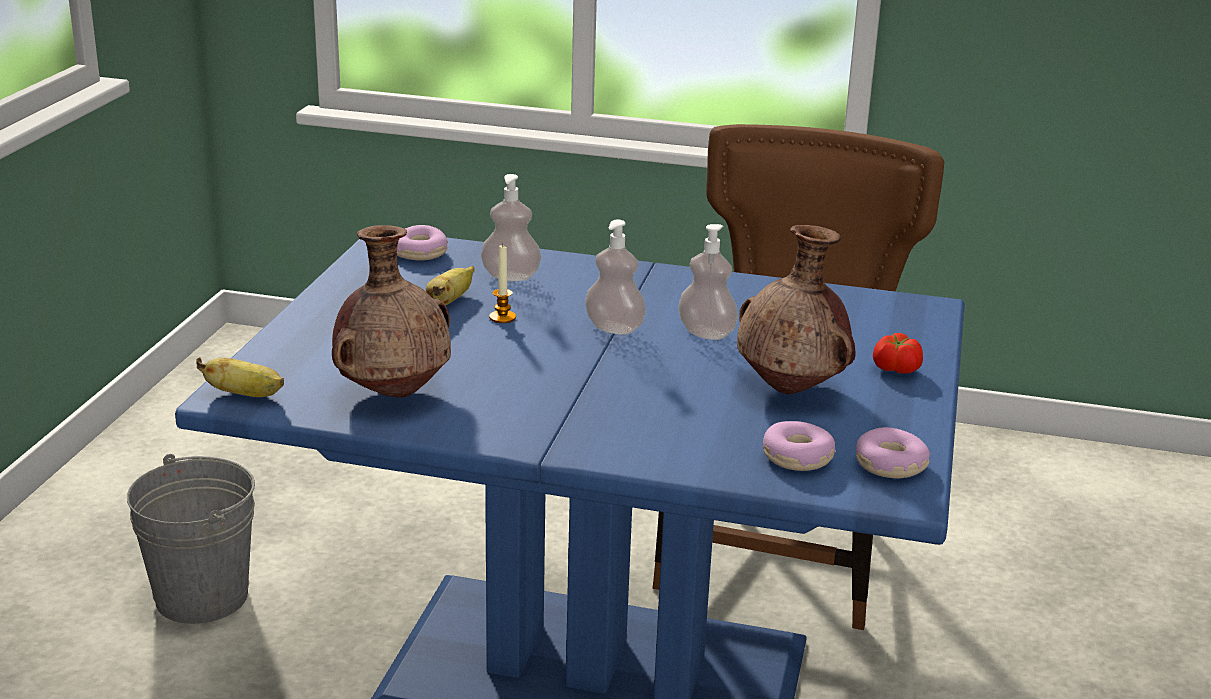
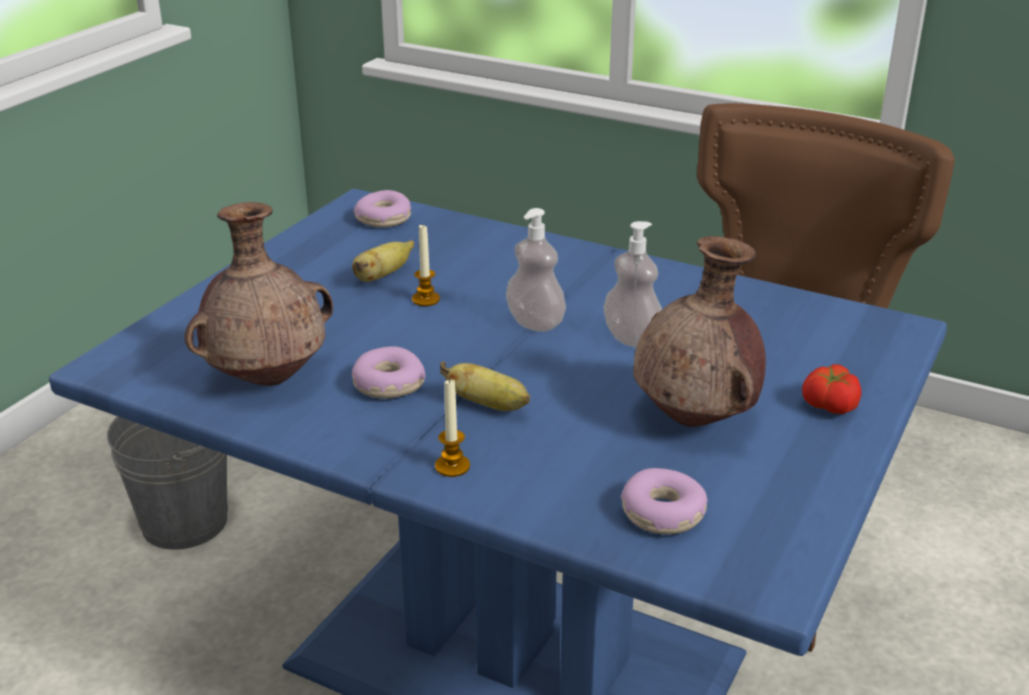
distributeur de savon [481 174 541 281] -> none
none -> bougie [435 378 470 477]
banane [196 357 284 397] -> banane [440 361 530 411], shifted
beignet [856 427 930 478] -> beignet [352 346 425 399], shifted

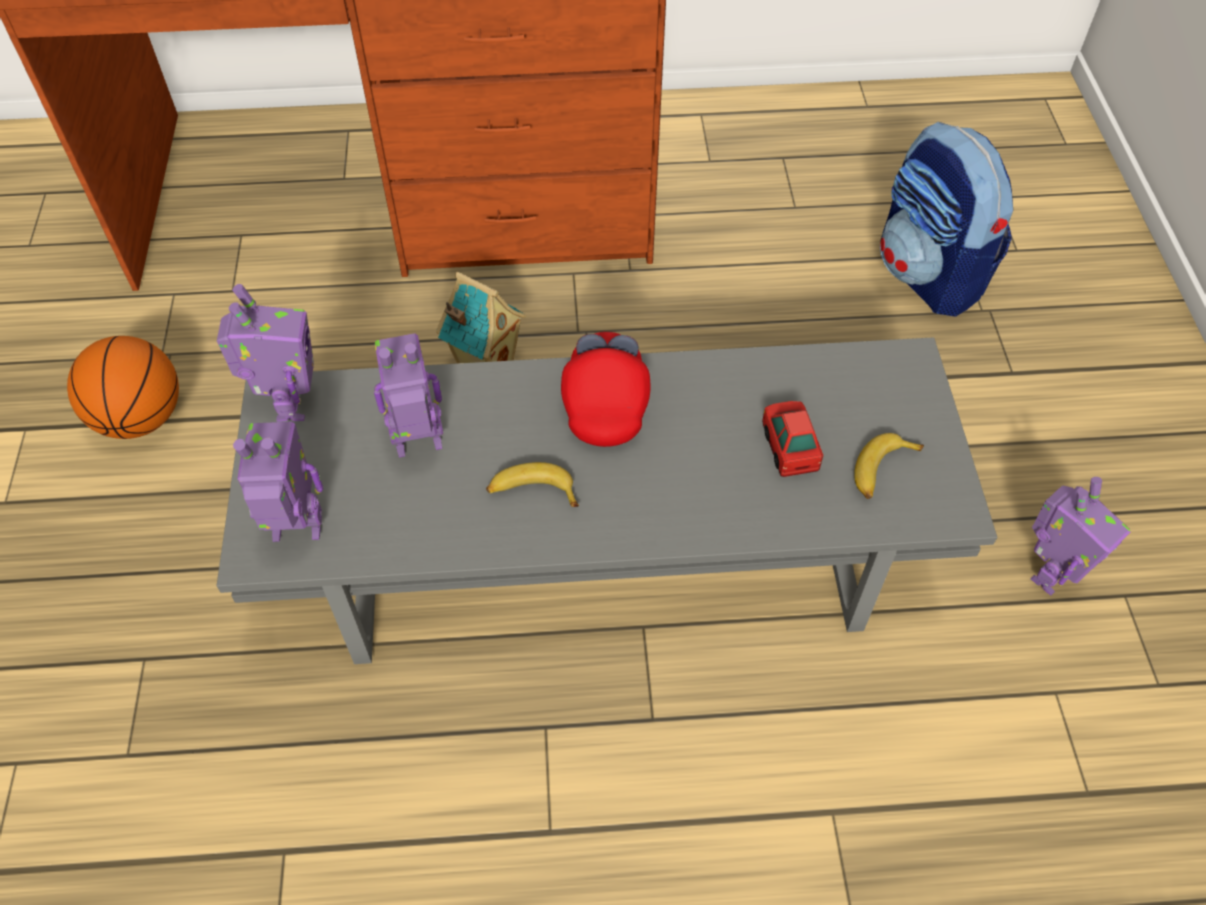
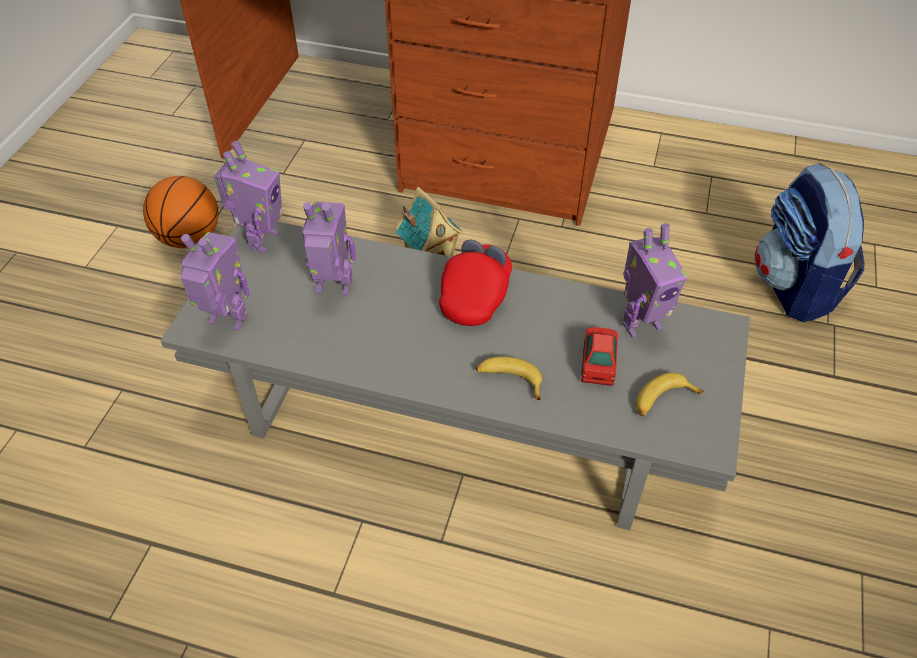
banane [486 462 579 507] -> banane [476 357 543 400], shifted
robot jouet [1031 477 1130 596] -> robot jouet [622 223 687 338], shifted

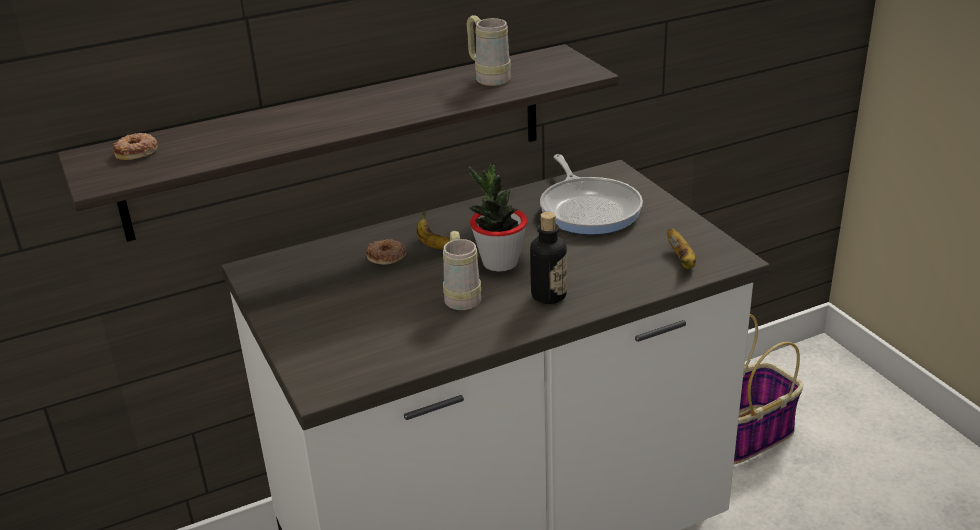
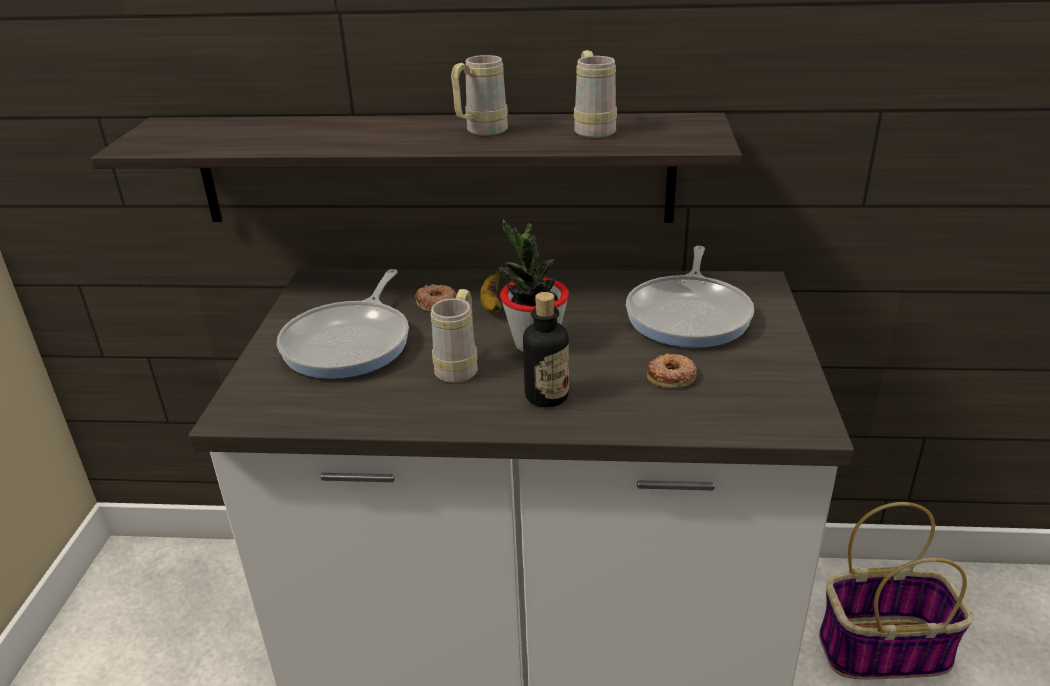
banane [667 228 696 269] -> none
none -> poêle [277 269 409 379]
none -> mug (beige) [451 55 508 136]
beignet [113 133 157 160] -> beignet [647 354 697 388], shifted

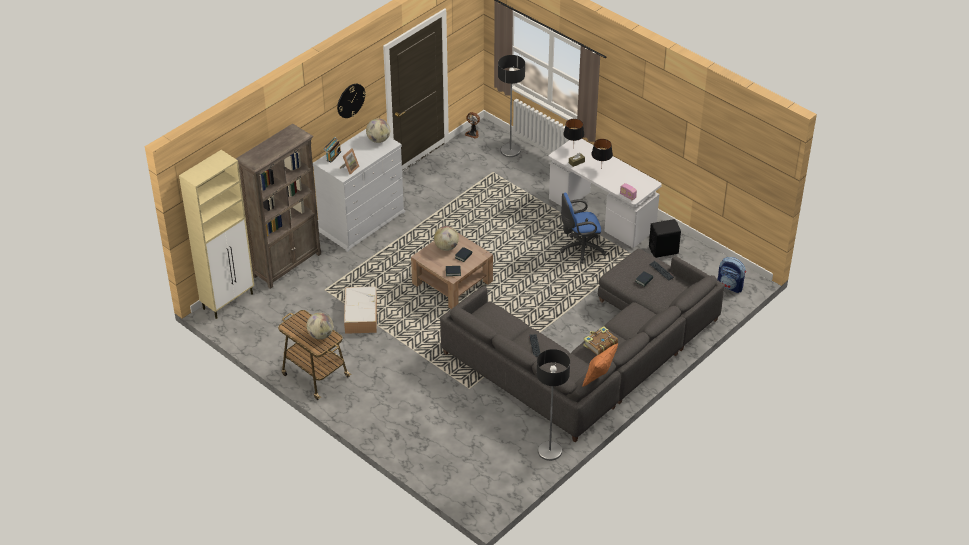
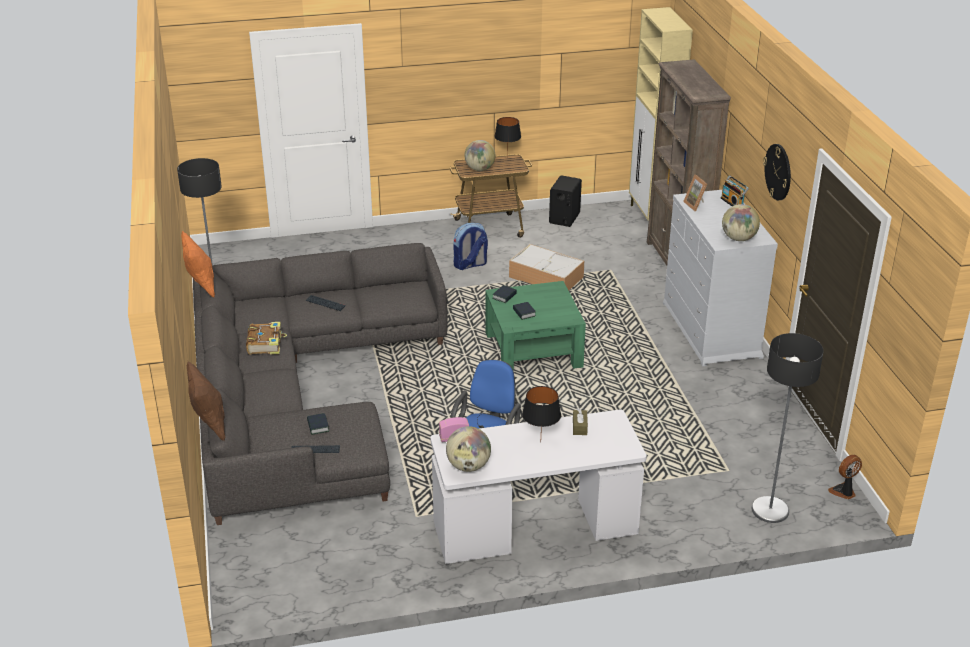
none -> coussin (marron) [187 361 225 441]
globe [434 226 459 251] -> globe [446 426 491 472], shifted
lampe de table (noir) [563 119 585 147] -> lampe de table (noir) [494 117 521 159], shifted
enceinte (noir) [649 219 681 258] -> enceinte (noir) [549 175 582 227], shifted
sac à dos [717 257 746 293] -> sac à dos [453 223 488 270], shifted
table basse (marron) [411 232 493 309] -> table basse (vert) [485 281 586 372]

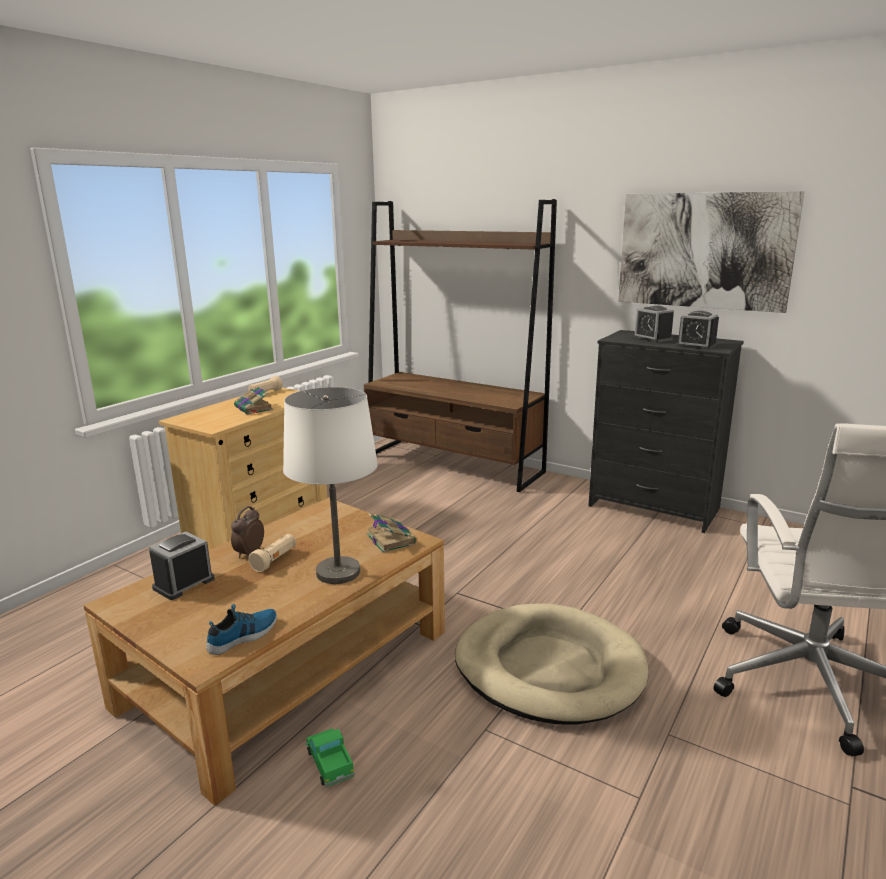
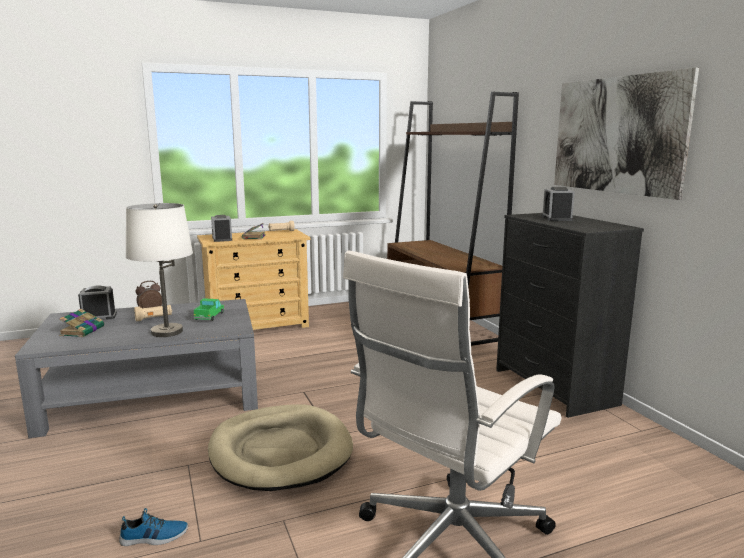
chaussure [206 604 277 655] -> chaussure [119 508 188 546], shifted
camion jouet [305 728 355 787] -> camion jouet [194 298 225 321], shifted
livre [367 513 416 553] -> livre [59 309 104 337], shifted
réveil [676 311 719 350] -> réveil [211 215 232 242], shifted
table basse (marron) [83 498 445 806] -> table basse (gris) [15 299 258 438]

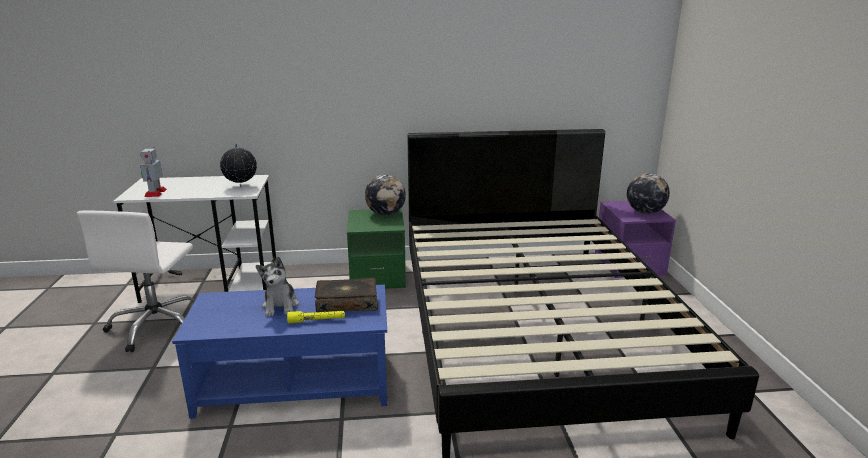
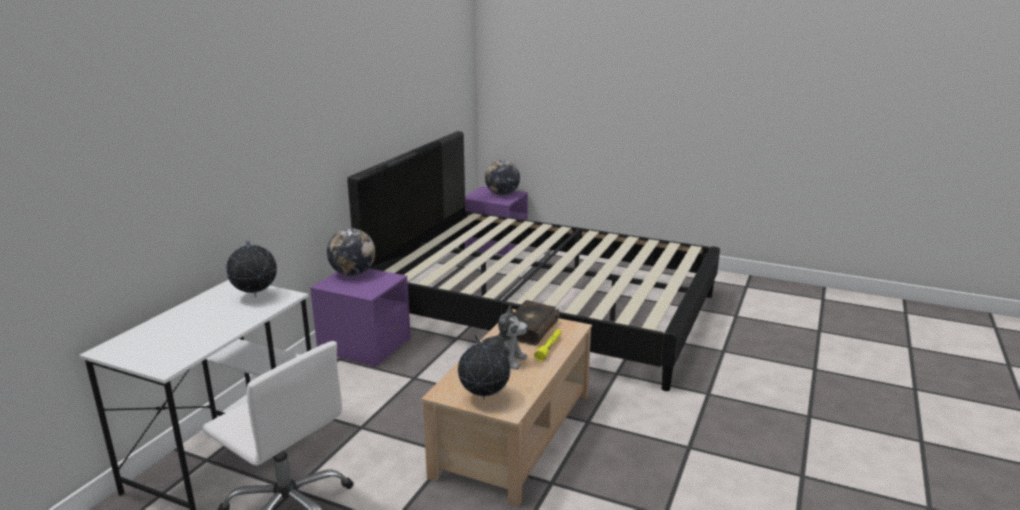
robot jouet [140 147 167 197] -> none
none -> globe [458 339 511 399]
table basse (bleu) [172 285 387 419] -> table basse (beige) [421 309 592 507]
table de chevet (vert) [347 208 406 289] -> table de chevet (violet) [310 268 411 367]

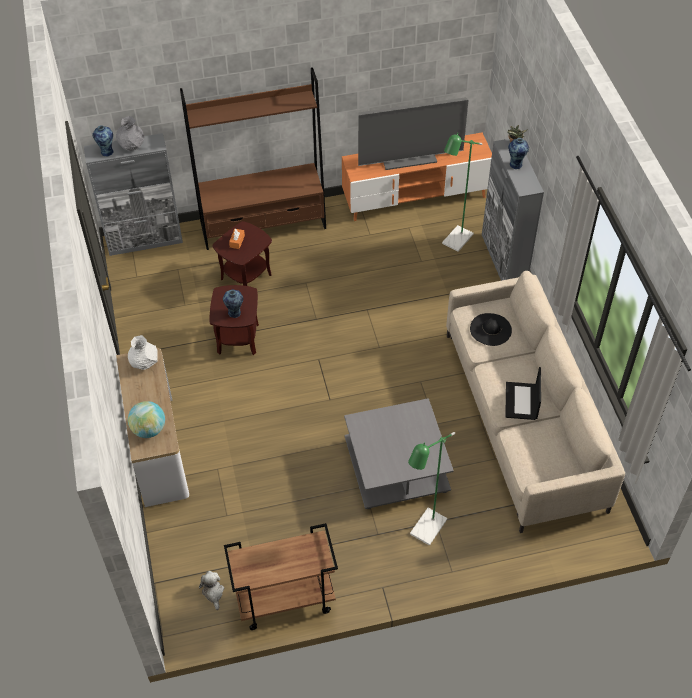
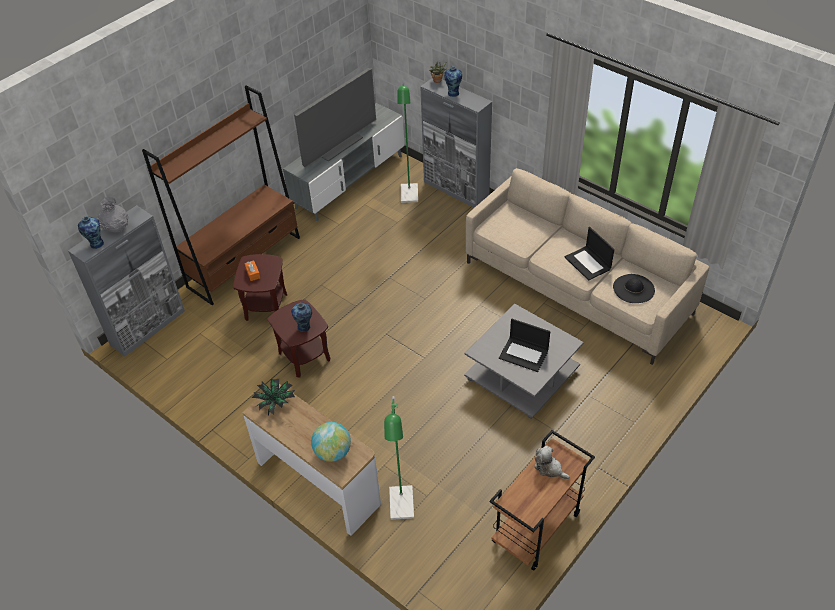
none -> ordinateur portable [499 319 550 372]
peluche [199 571 224 610] -> peluche [534 446 570 479], shifted
lampadaire (vert) [408 432 455 546] -> lampadaire (vert) [384 396 414 520], shifted
chapeau (noir) [470 313 512 346] -> chapeau (noir) [613 274 655 303], shifted
vase (blanc) [128 335 158 370] -> plante en pot [252 379 295 416]
meuble télé (orange) [342 133 492 221] -> meuble télé (gris) [283 103 404 221]

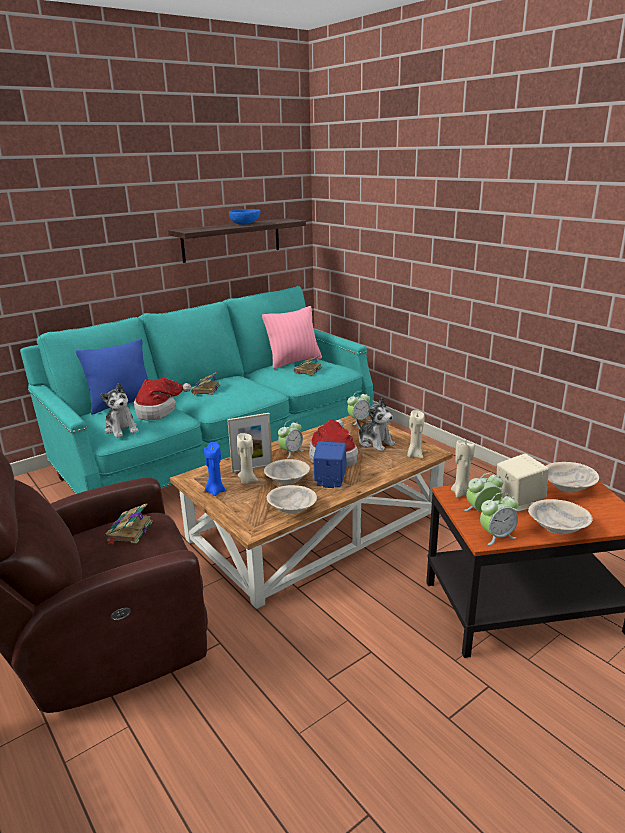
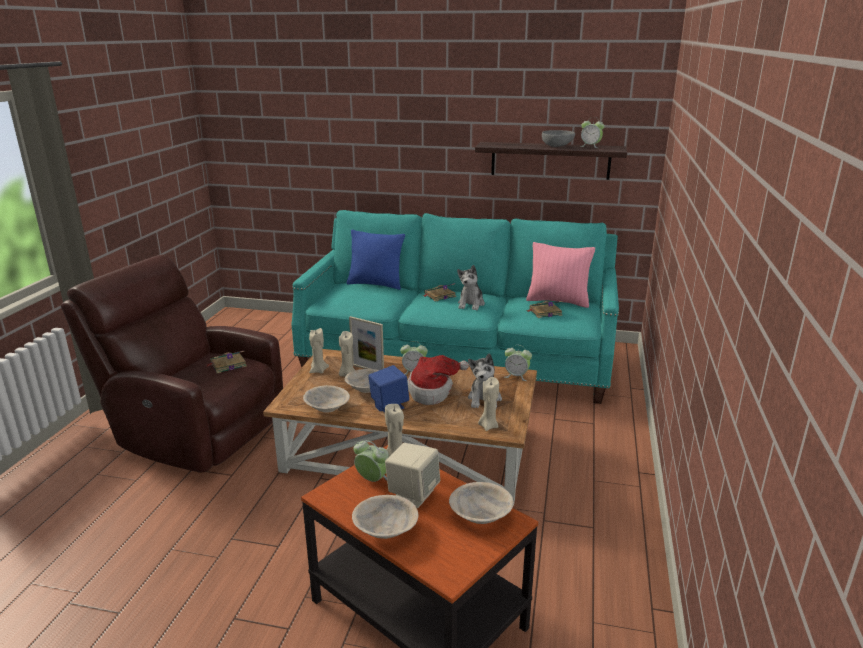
chapeau [134 378 191 421] -> none
peluche [100 383 139 438] -> peluche [457 265 485 310], shifted
réveil [480 492 519 545] -> réveil [580 118 605 148], shifted
bougie (bleu) [204 442 225 496] -> bougie (beige) [309 328 329 374]
bol (bleu) [229 209 260 225] -> bol (gris) [542 130 575 147]

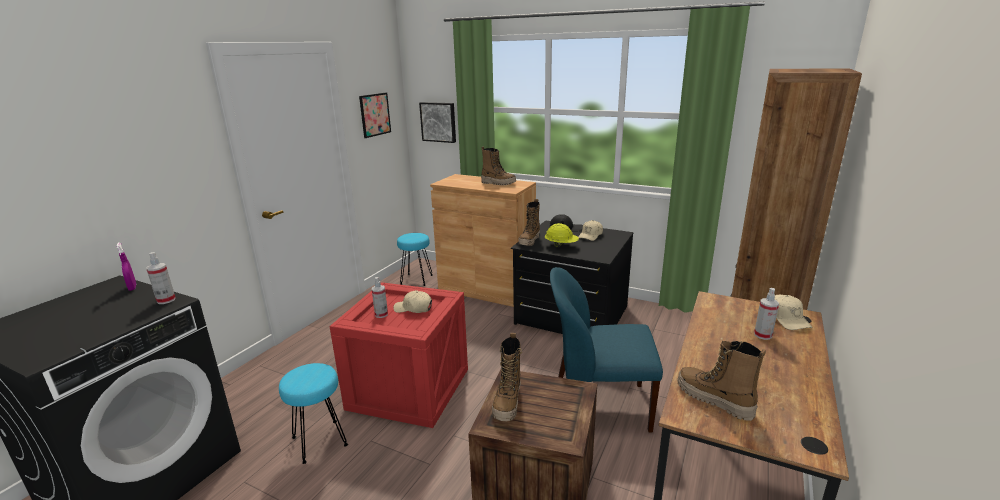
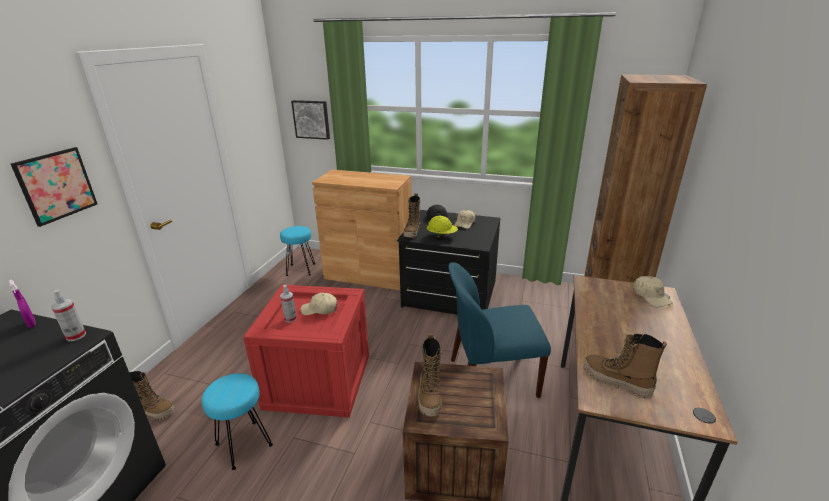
vaporisateur [754 288 779 340] -> none
tableau [359 93 391 138] -> tableau [11 147 97 227], shifted
botte [481 147 516 185] -> botte [129 371 175 420], shifted

